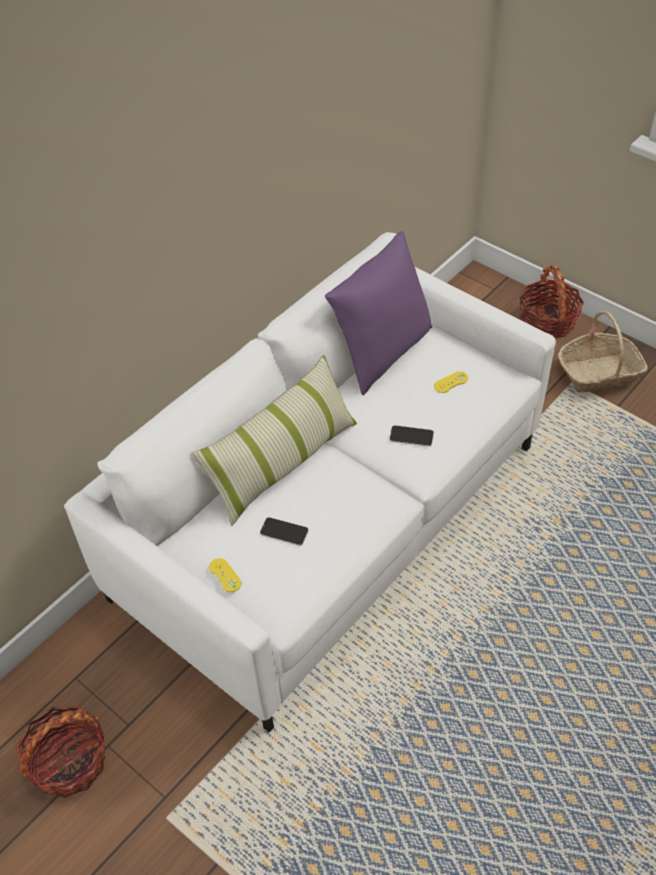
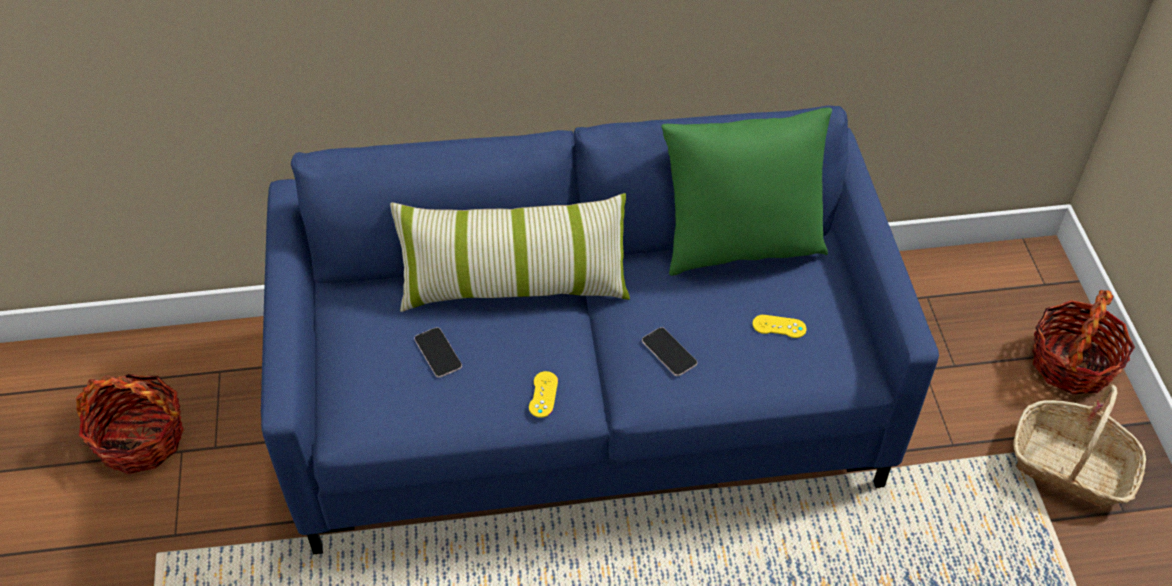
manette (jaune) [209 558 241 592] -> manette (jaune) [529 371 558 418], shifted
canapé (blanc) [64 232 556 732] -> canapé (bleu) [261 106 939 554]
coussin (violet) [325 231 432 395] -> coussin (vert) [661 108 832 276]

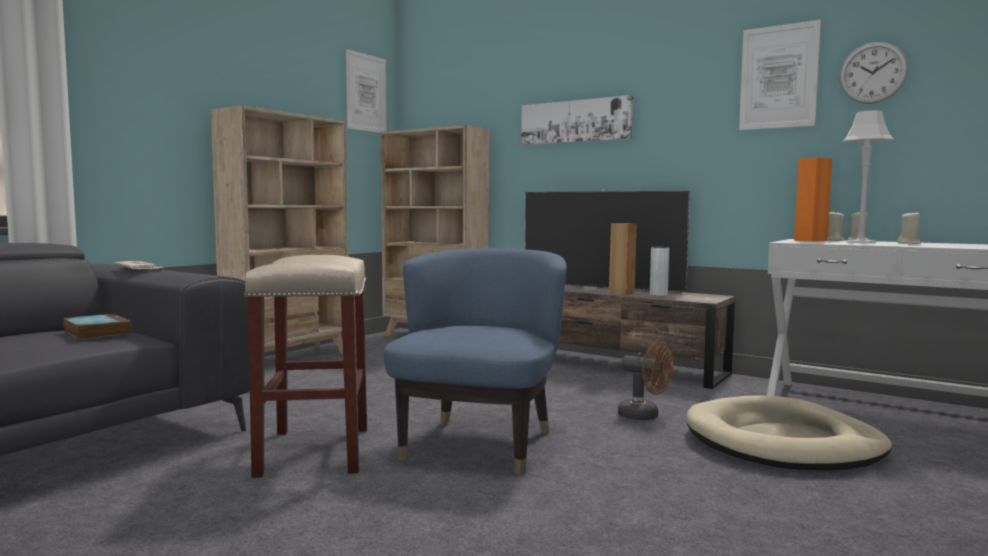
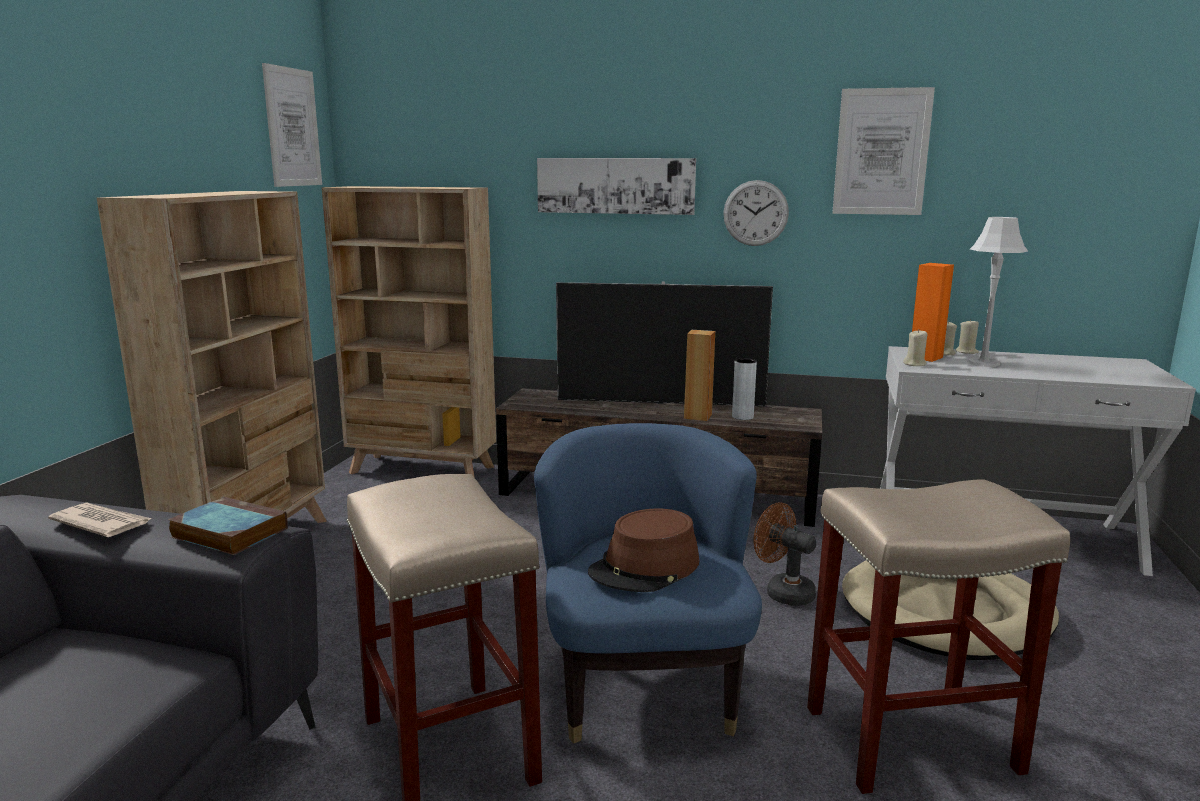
none -> chapeau (marron) [588 509 699 592]
none -> tabouret (beige) [807 479 1070 794]
livre [63 314 132 340] -> livre [168 497 288 555], shifted
horloge murale [839 42 908 104] -> horloge murale [723 180 789 246], shifted
bougie (beige) [897 211 921 244] -> bougie (beige) [903 330 927 366], shifted
ventilateur (marron) [618 341 673 420] -> ventilateur (marron) [754 503 816 606], 150 degrees counterclockwise

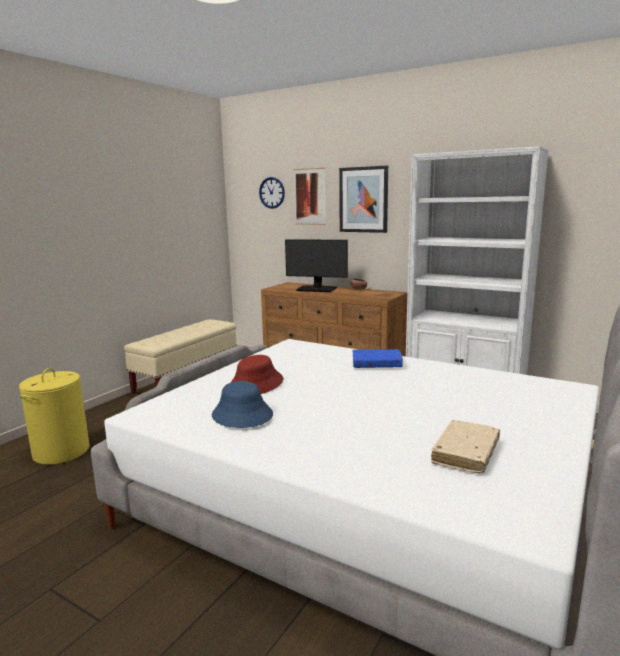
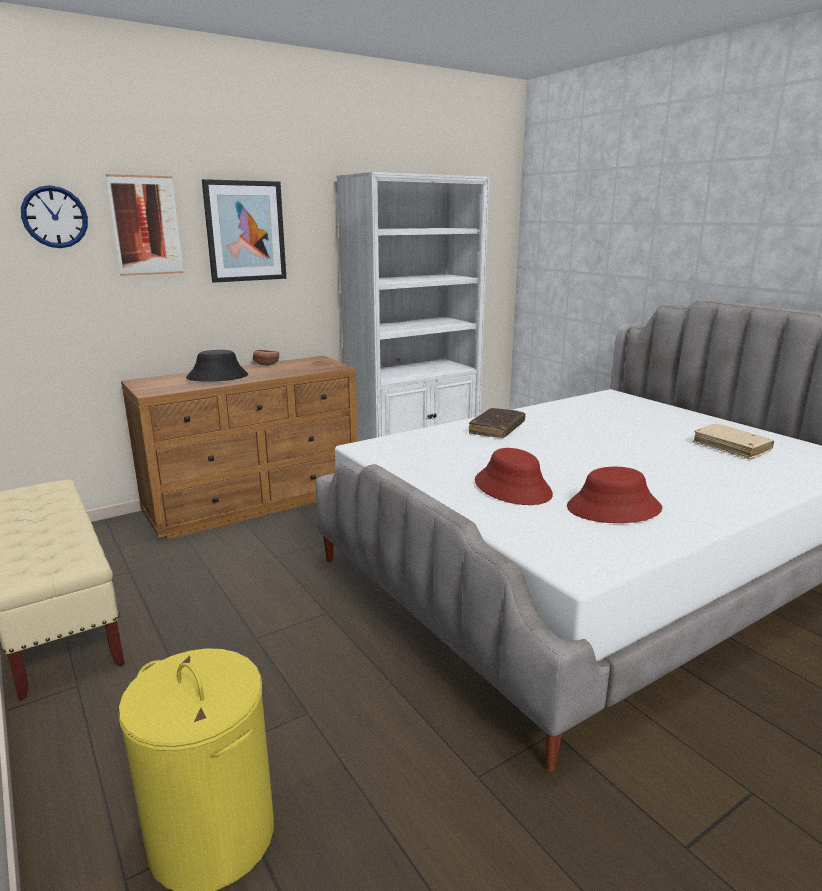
écran d'ordinateur [285 239 348 292] -> chapeau (noir) [186 350 248 382]
chapeau (bleu) [212 381 273 428] -> chapeau (rouge) [567 467 662 523]
livre (bleu) [353 349 403 368] -> livre (marron) [469 408 526 438]

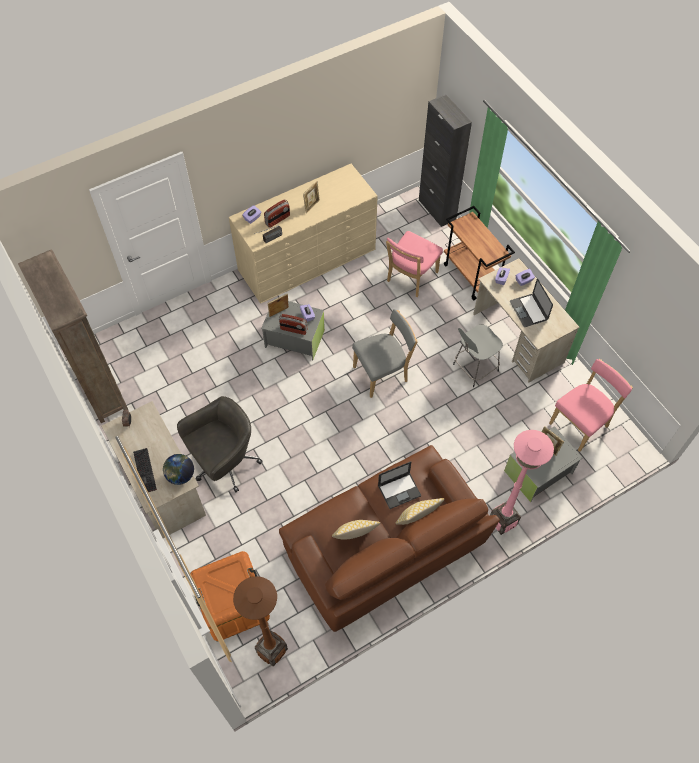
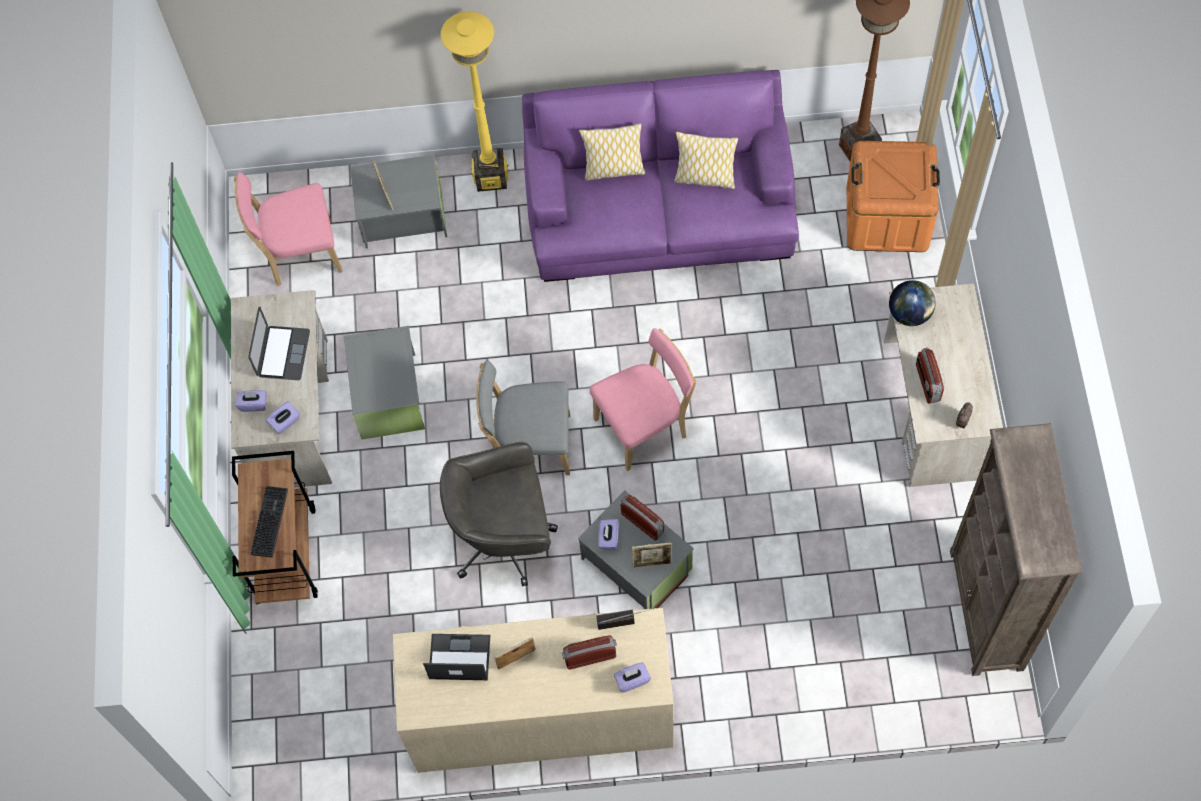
meuble de rangement (noir) [419 94 472 227] -> none
none -> radio [916 347 944 404]
clavier [133 448 157 494] -> clavier [251 486 288 558], shifted
chaise de bureau (gris) [177 396 263 492] -> chaise de bureau (gris) [440 442 558 586], shifted
ordinateur portable [378 462 422 509] -> ordinateur portable [423 634 490 680], shifted
chaise (rose) [386 231 443 297] -> chaise (rose) [590 328 697 471], shifted
tabouret (gris) [453 325 503 387] -> boîte de rangement (gris) [344 326 425 440]
canapé (marron) [279 445 500 632] -> canapé (violet) [522 70 799 282]
lampadaire (rose) [490 430 554 535] -> lampadaire (jaune) [441 11 509 192]

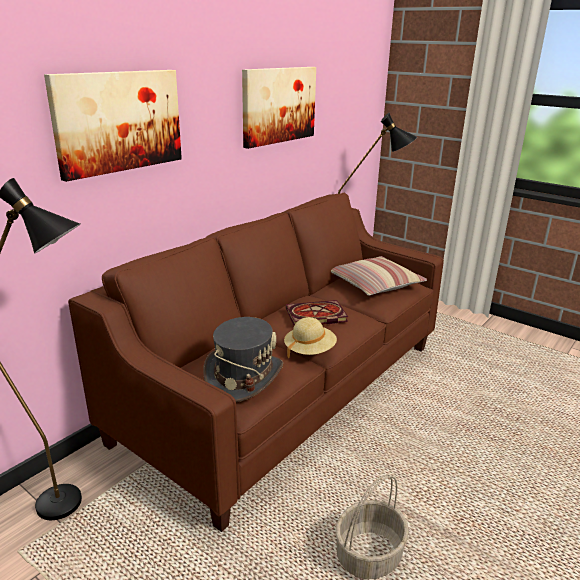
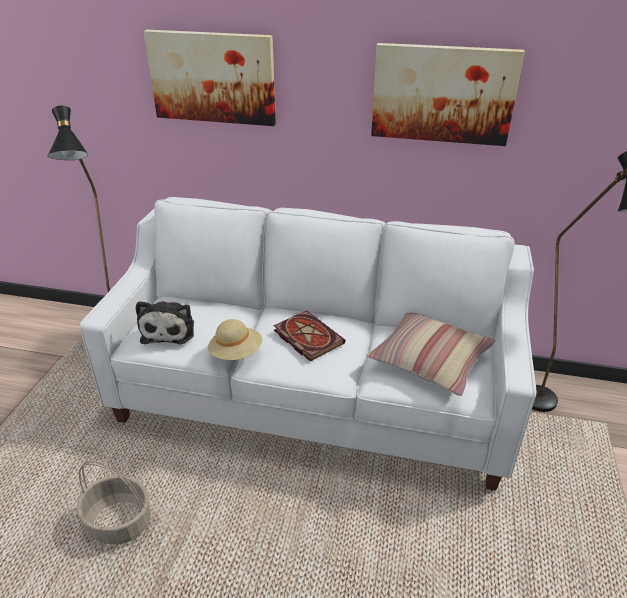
chapeau (gris) [203 317 283 402] -> peluche [136 301 194 345]
canapé (marron) [68 193 444 532] -> canapé (blanc) [80 197 536 491]

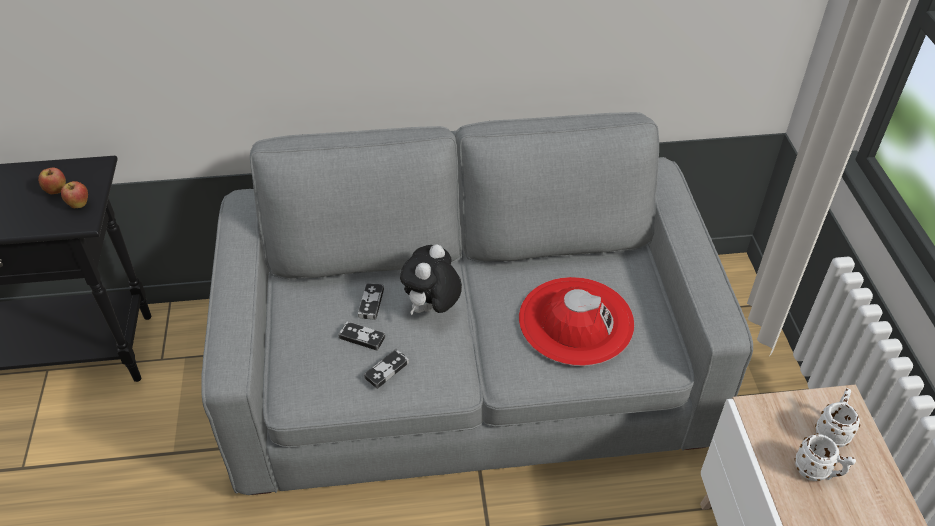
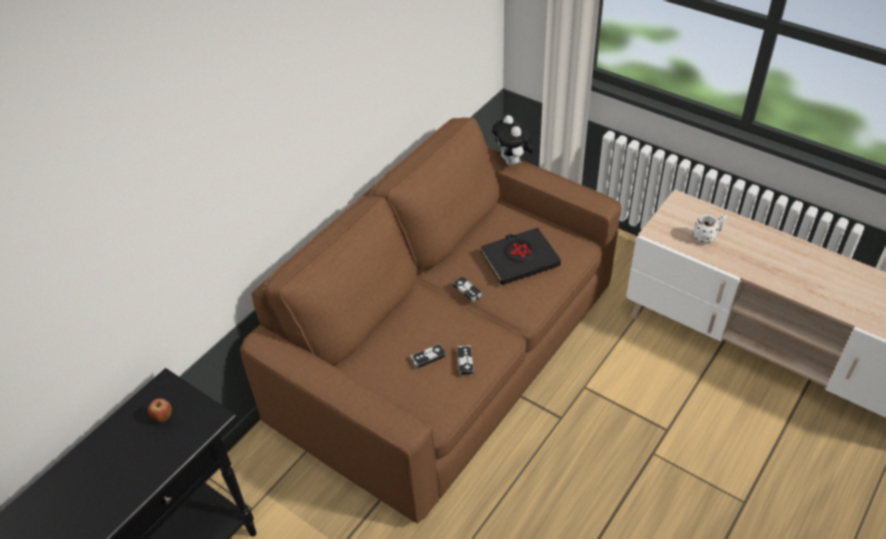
pomme [61 181 88 208] -> none
mug (blanc) [815 388 860 448] -> none
manette [358 283 384 320] -> manette [453 276 483 302], shifted
peluche [400 244 462 315] -> peluche [492 115 534 165], shifted
chapeau (rouge) [519 277 634 366] -> livre (noir) [481 227 561 285]
canapé (gris) [201 112 753 495] -> canapé (marron) [240 117 621 523]

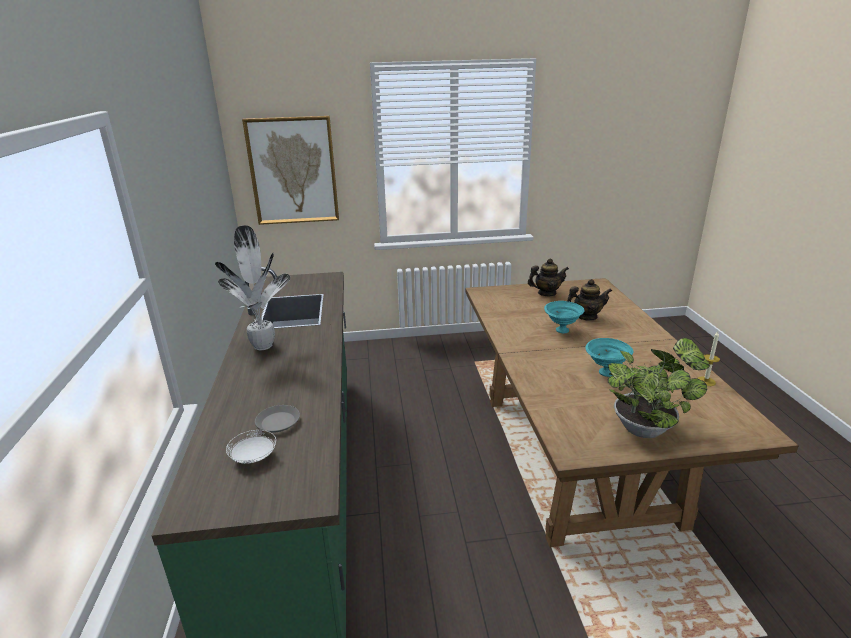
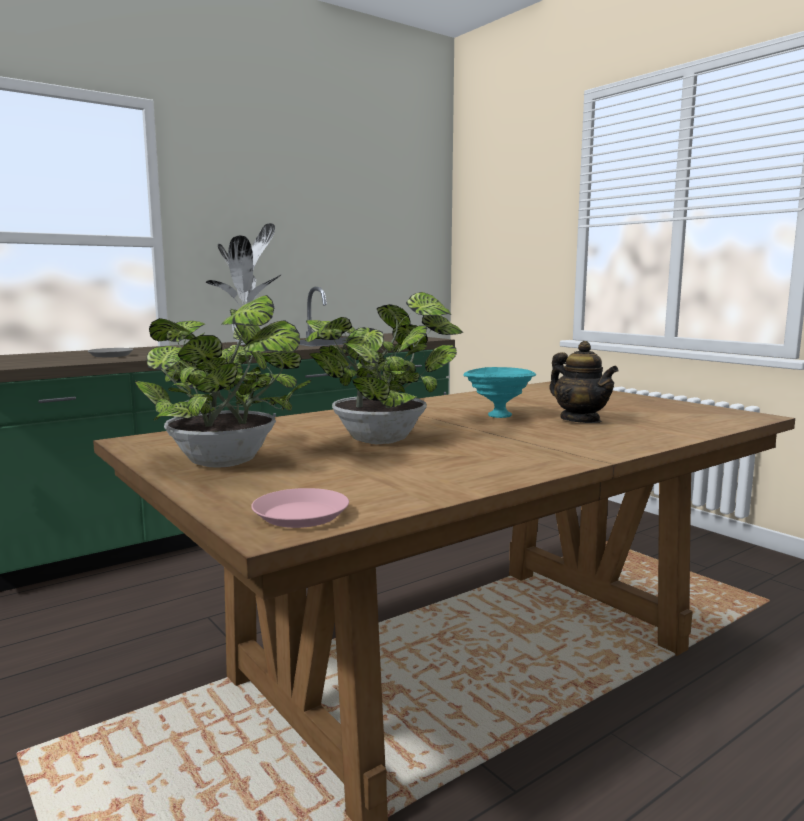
assiette (blanc) [226 430 276 464] -> none
tableau [242 116 339 225] -> none
théière [528 258 569 296] -> none
bougie [697 331 720 386] -> none
none -> assiette (rose) [251 488 349 528]
bol (turquoise) [585 338 633 377] -> plante en pot [305 292 463 444]

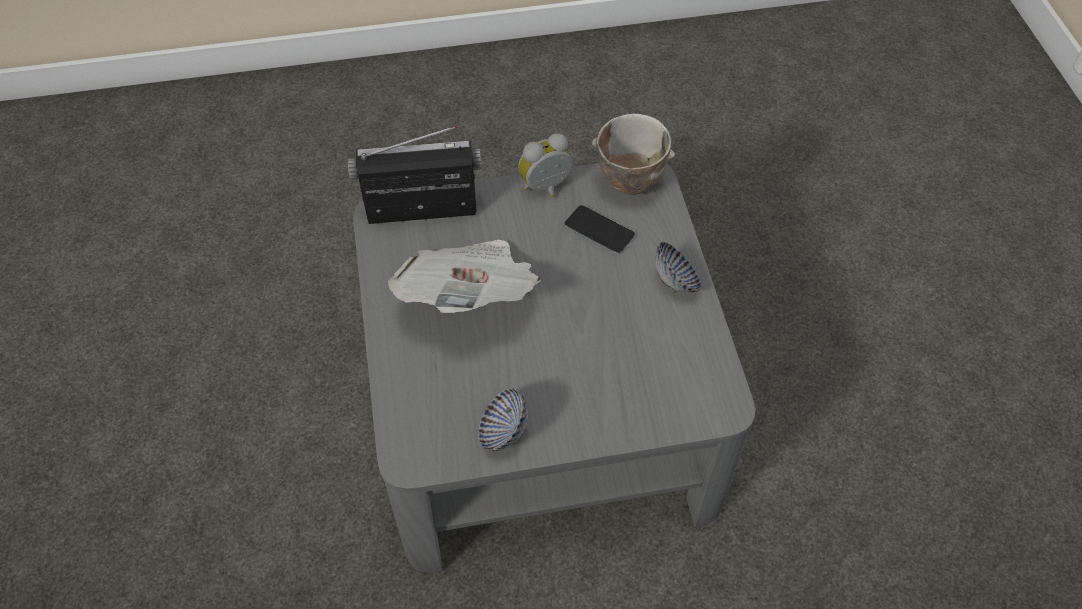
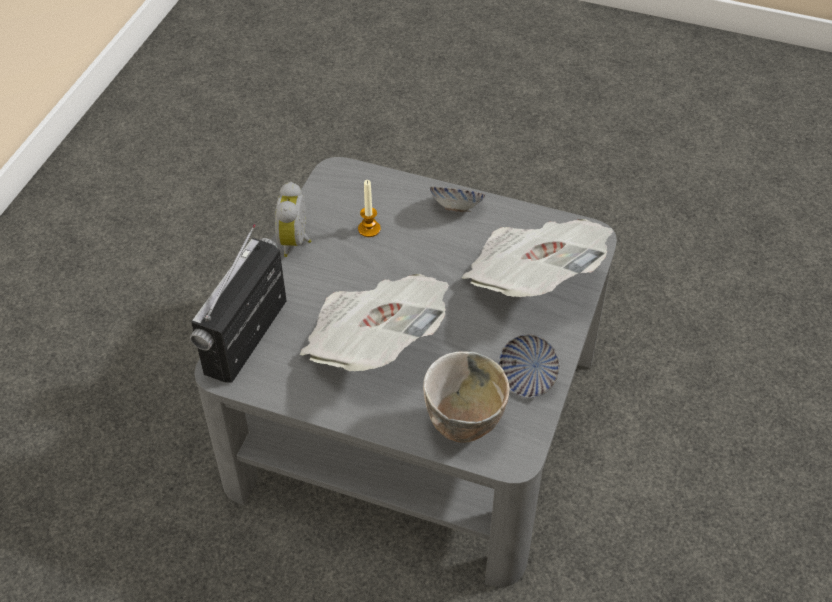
none -> journal [462 219 613 297]
bol [592 114 675 195] -> bol [423 351 510 443], shifted
téléphone [565 205 635 254] -> bougie [358 180 381 237]

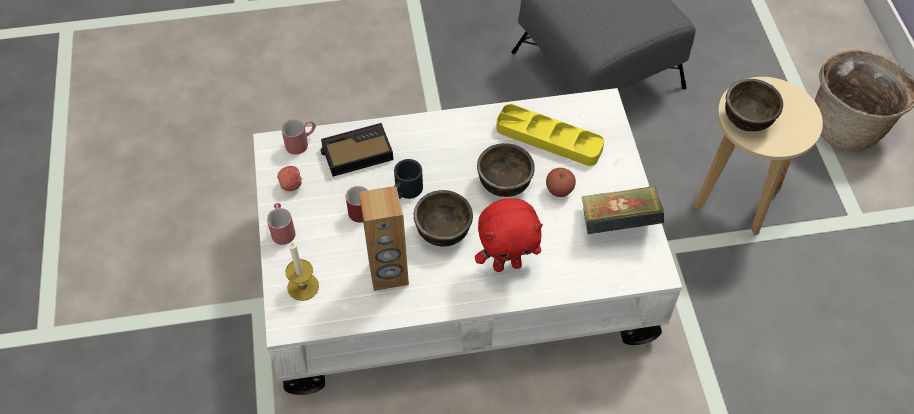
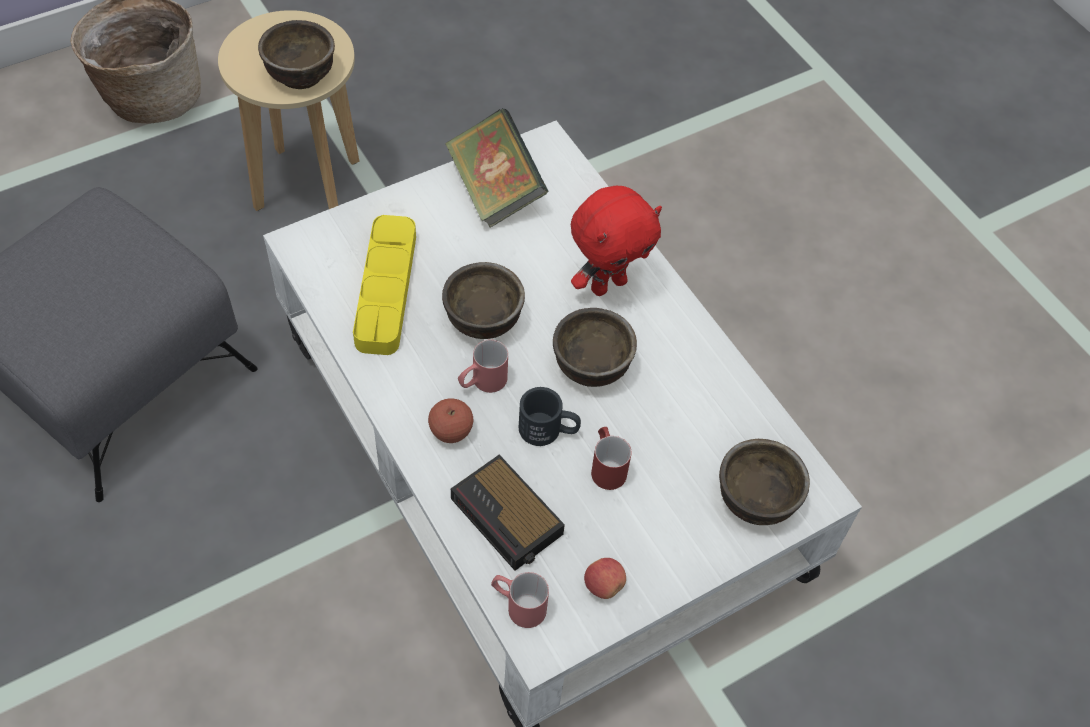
enceinte (marron) [359 186 409 291] -> none
mug (rouge) [267 203 295 245] -> mug (rouge) [458 340 508 393], shifted
pomme [546 168 576 197] -> pomme [428 398 473 443], shifted
bougie [285 241 319 301] -> bol (marron) [719 439 810 525]
peluche (rouge) [475 198 543 272] -> peluche (rouge) [571 186 662 296], 90 degrees clockwise

